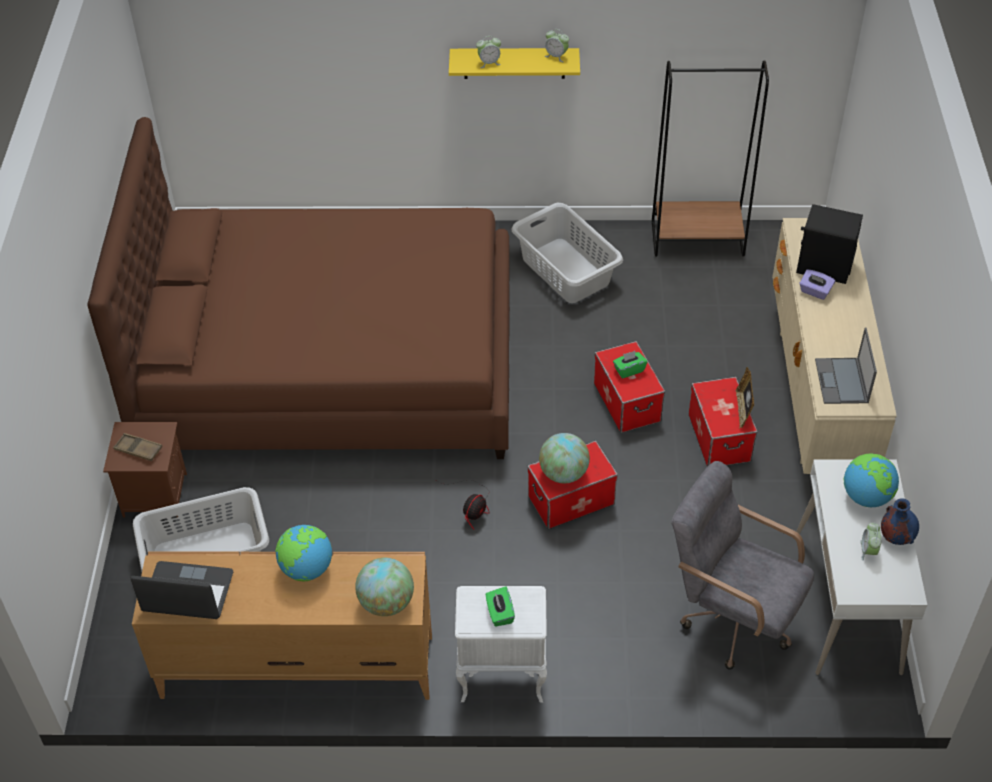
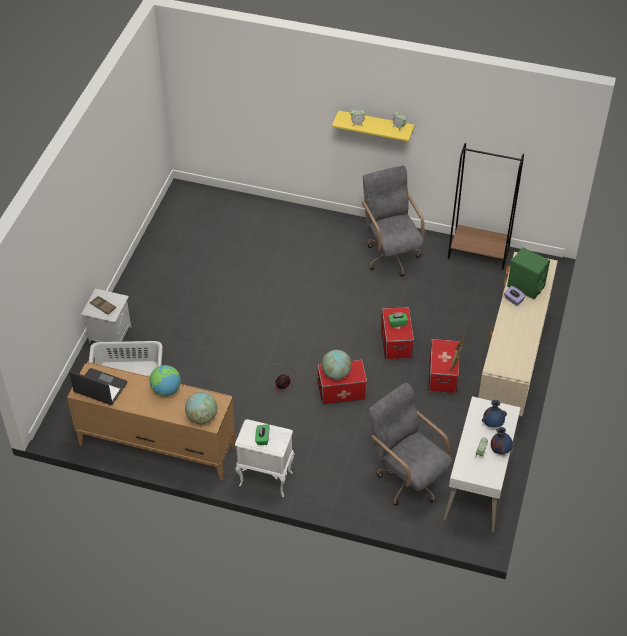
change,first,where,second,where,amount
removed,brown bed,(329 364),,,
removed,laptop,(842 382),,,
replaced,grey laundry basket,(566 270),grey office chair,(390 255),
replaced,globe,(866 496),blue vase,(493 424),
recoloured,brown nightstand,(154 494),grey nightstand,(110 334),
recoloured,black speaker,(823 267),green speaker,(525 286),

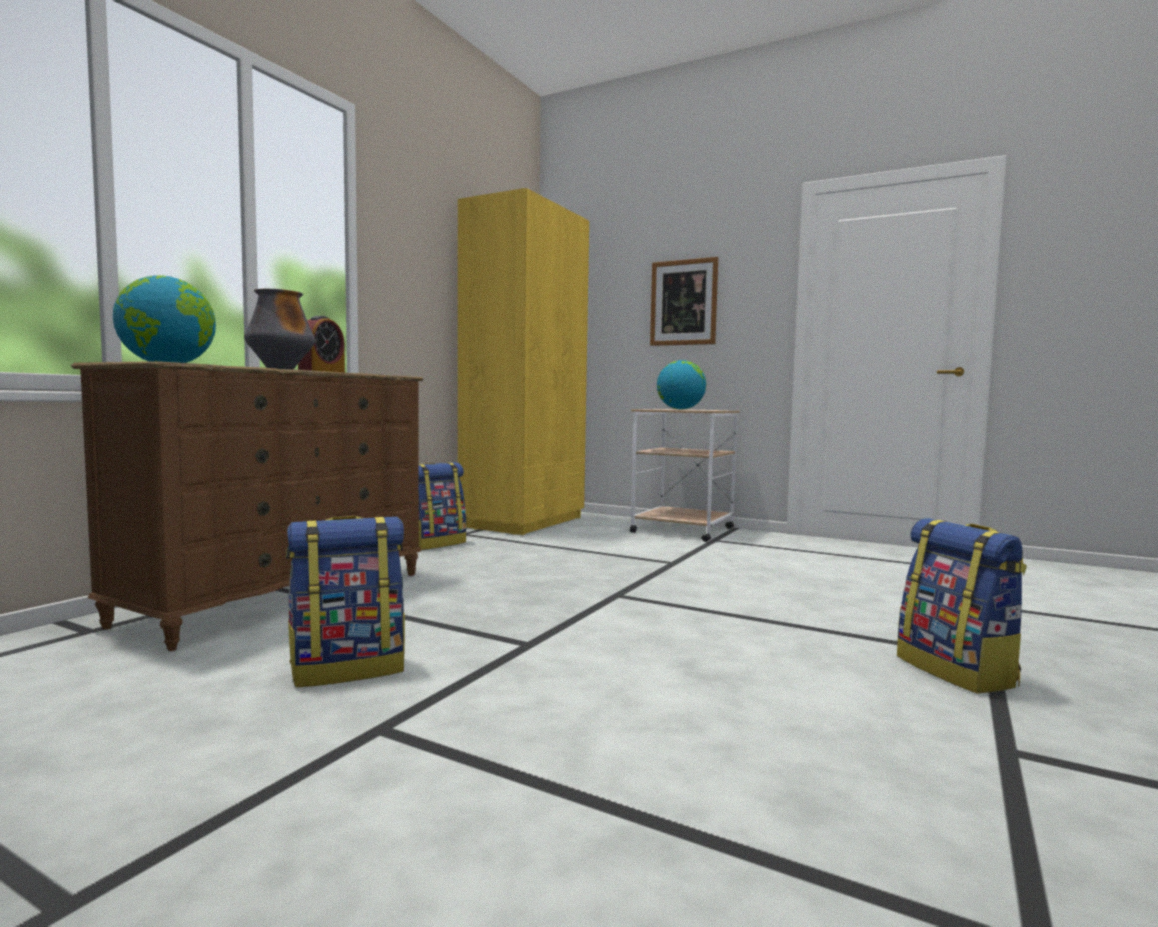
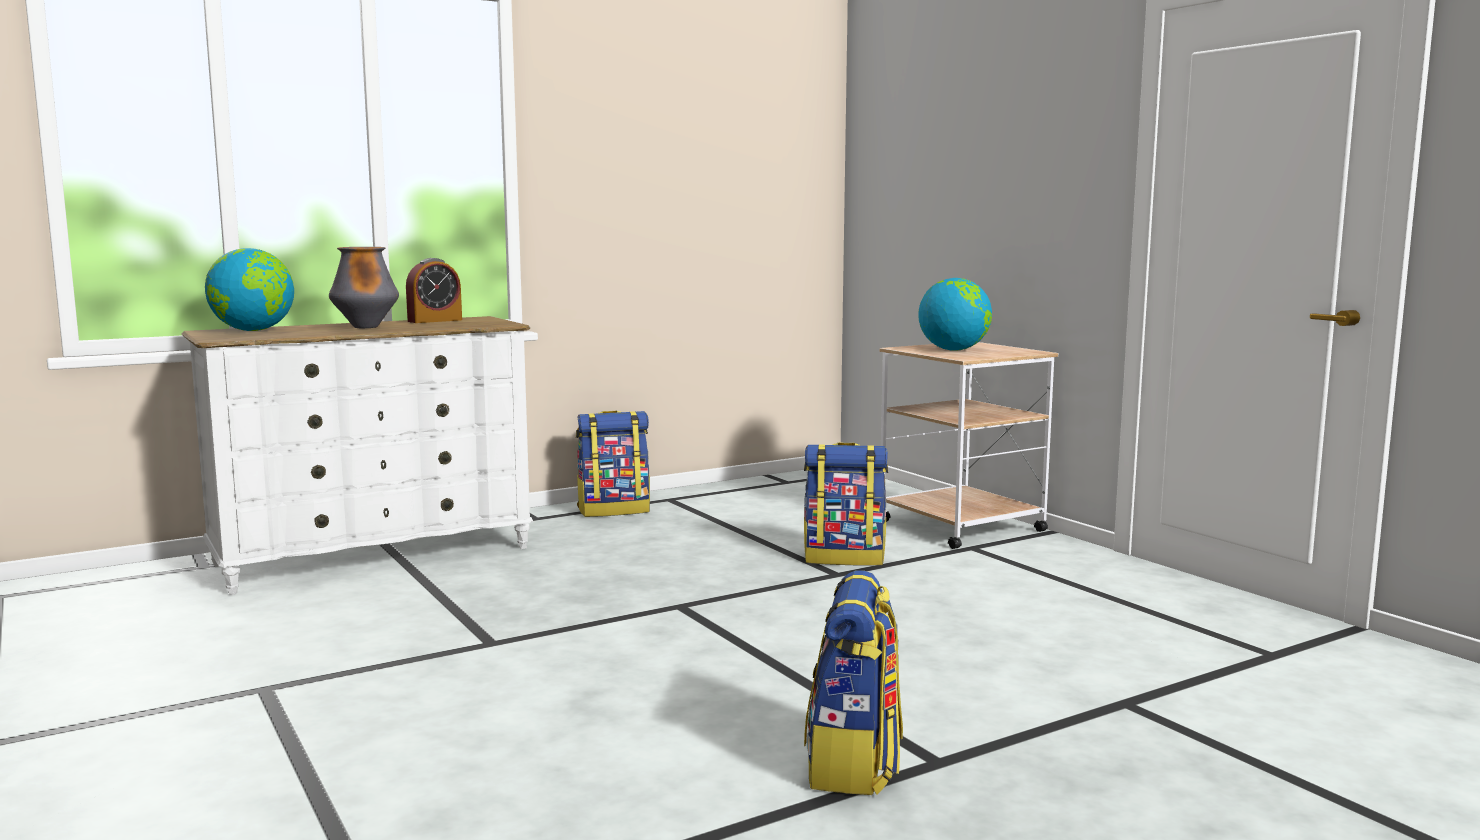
change,first,where,second,where,amount
removed,yellow wardrobe,(525 522),,,
removed,picture,(683 302),,,
moved,backpack,(349 669),,(845 558),
recoloured,brown dresser,(282 597),white dresser,(375 556),

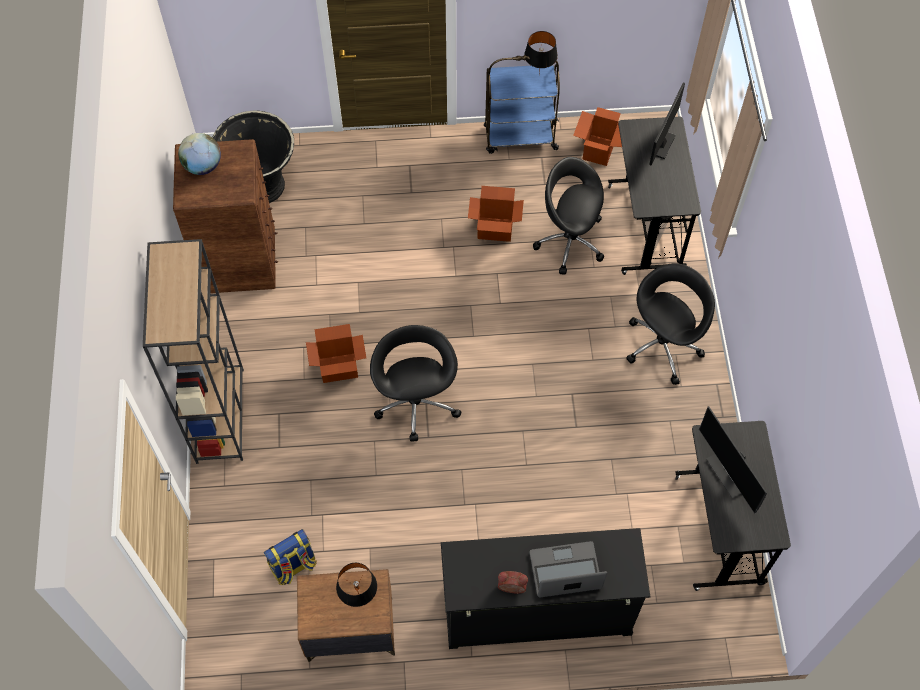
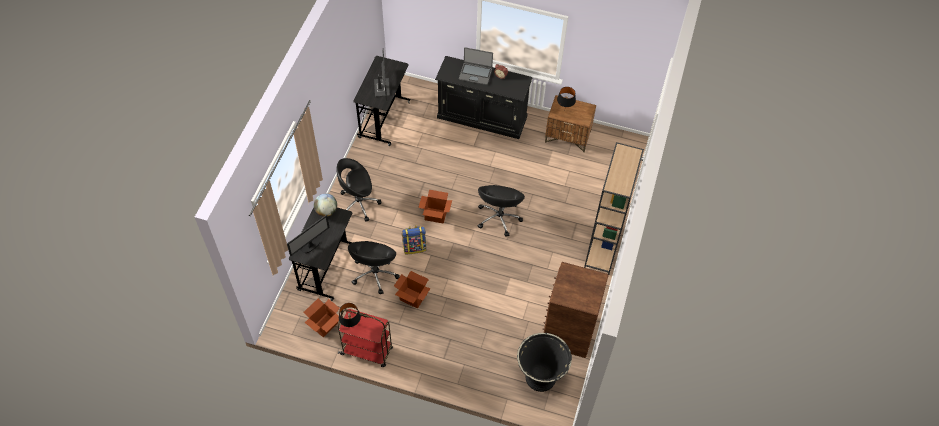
change,first,where,second,where,amount
moved,globe,(203 166),,(326 211),
moved,backpack,(293 566),,(414 247),
moved,cardboard box,(339 368),,(435 215),
recoloured,blue cart,(519 138),red cart,(367 352),
turned,black office chair,(569 241),,(374 275),60 degrees clockwise

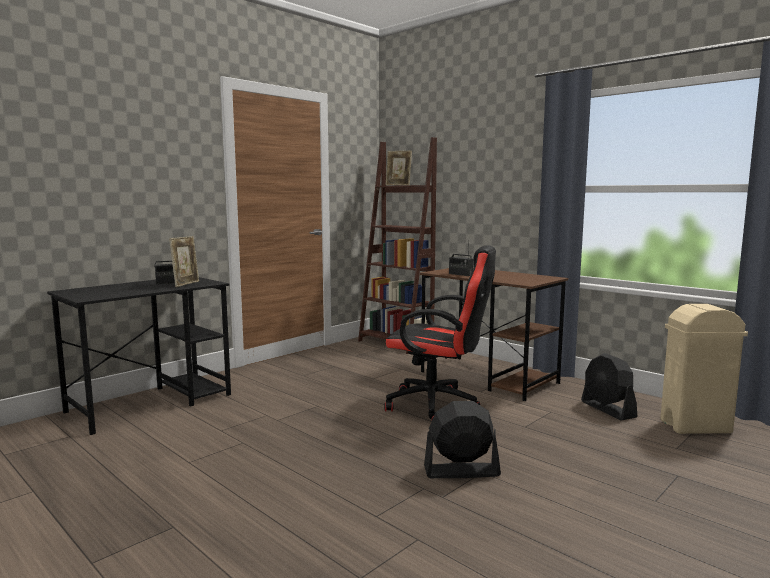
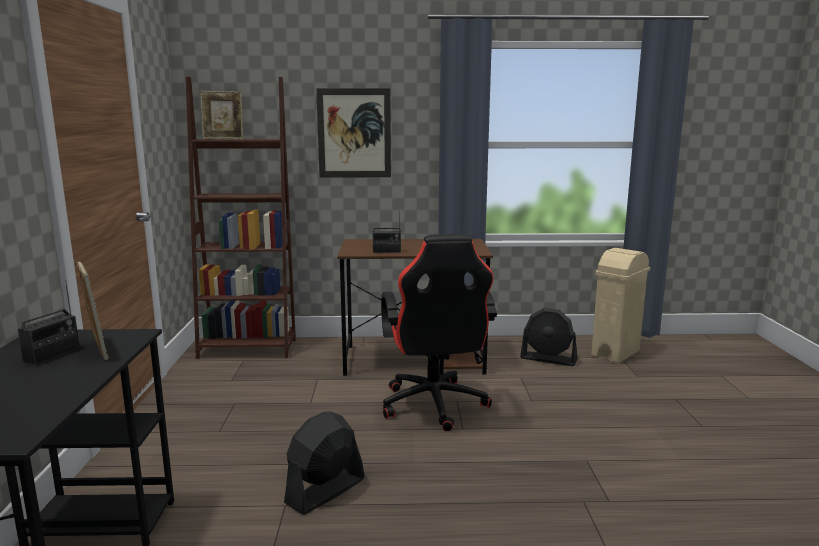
change,first,where,second,where,amount
added,,,picture,(354 133),
moved,black fan,(461 471),,(325 491),
turned,black office chair,(439 406),,(434 409),105 degrees clockwise

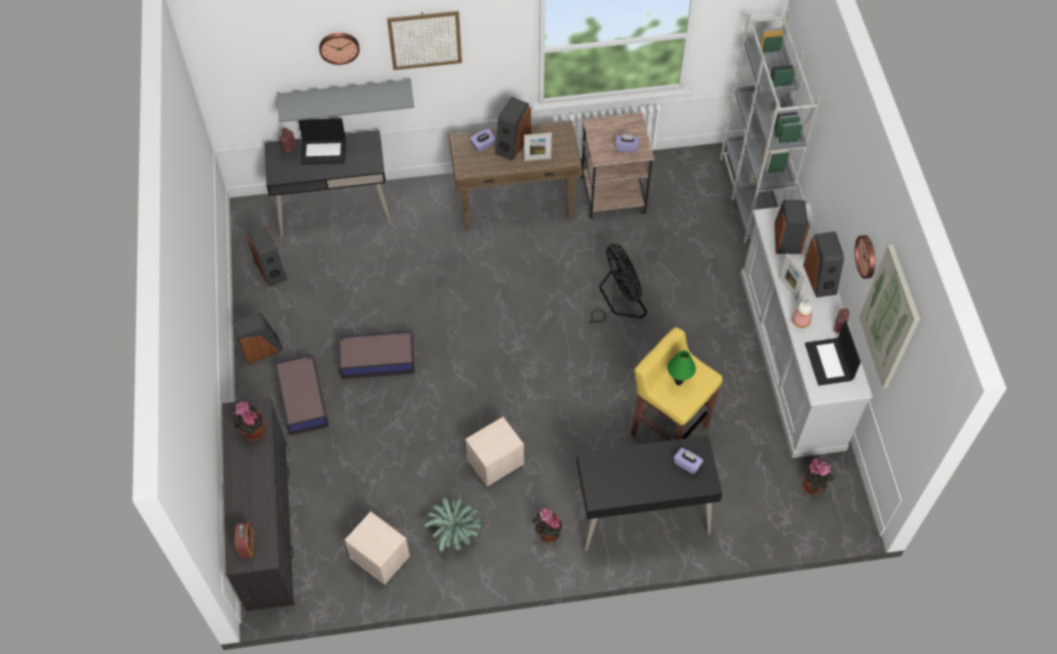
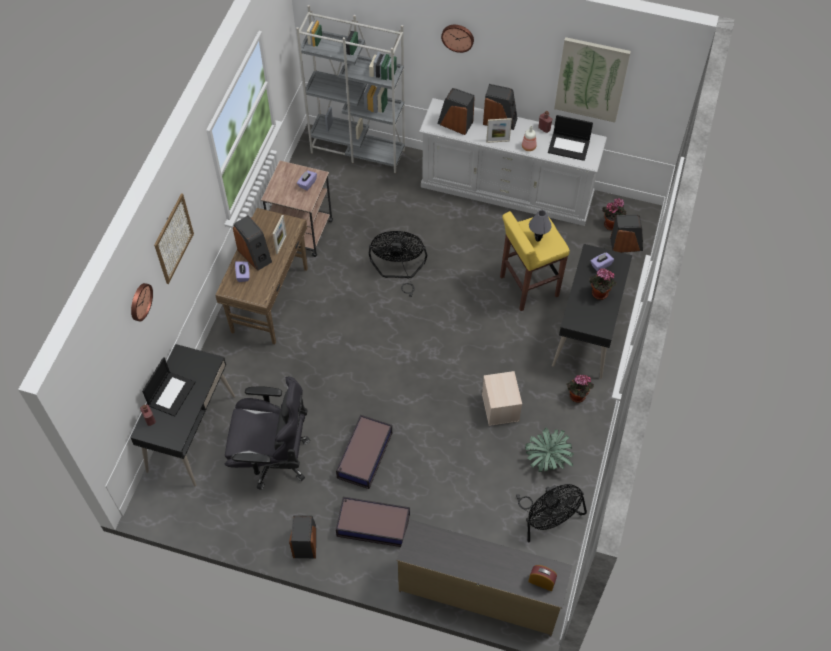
change,first,where,second,where,amount
removed,grey shelf,(345 96),,,
added,,,black office chair,(271 458),
moved,potted plant,(253 432),,(598 294),
moved,speaker,(271 269),,(626 244),
moved,wall clock,(867 256),,(458 37),
replaced,beige storage box,(380 556),black fan,(546 518),
recoloured,green table lamp,(678 382),grey table lamp,(538 239),

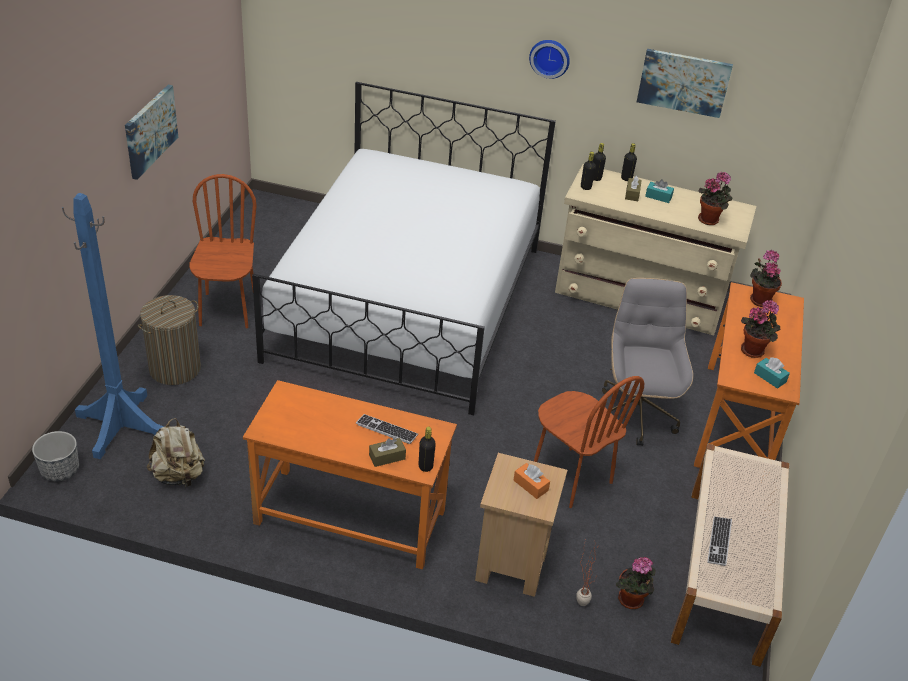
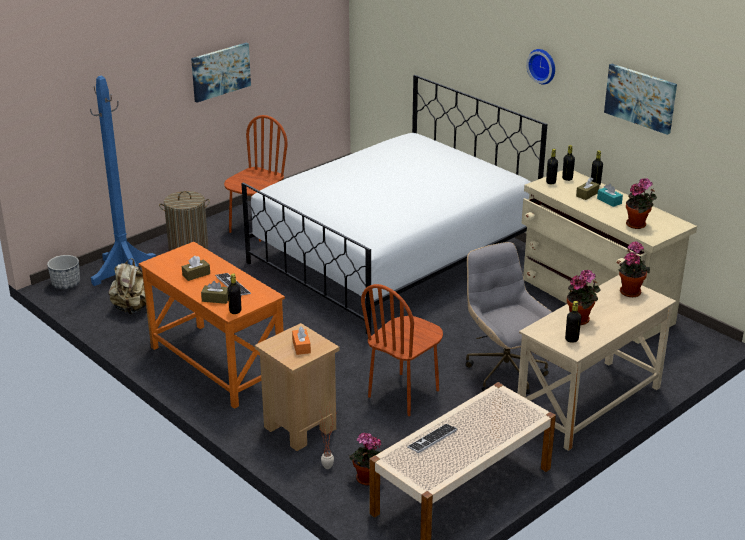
change,first,where,second,where,amount
added,,,brown tissue box,(196 274),
replaced,turquoise tissue box,(770 377),black bottle,(571 339),
recoloured,orange desk,(736 421),beige desk,(589 404),
turned,brown chair,(571 477),,(404 394),45 degrees clockwise
turned,grey office chair,(635 413),,(504 372),60 degrees counterclockwise

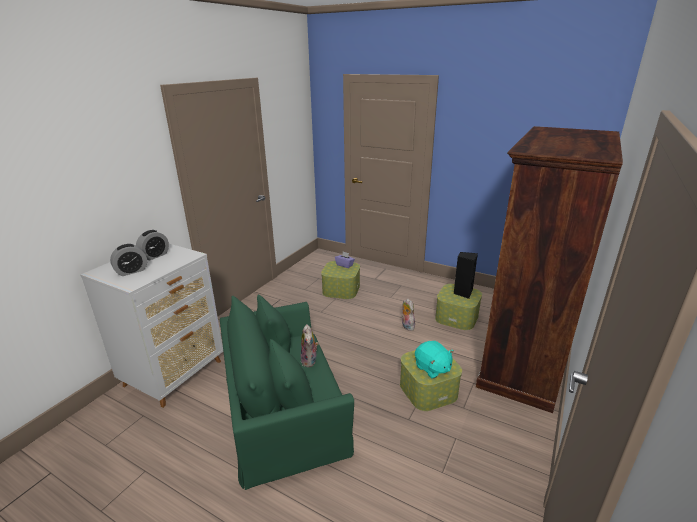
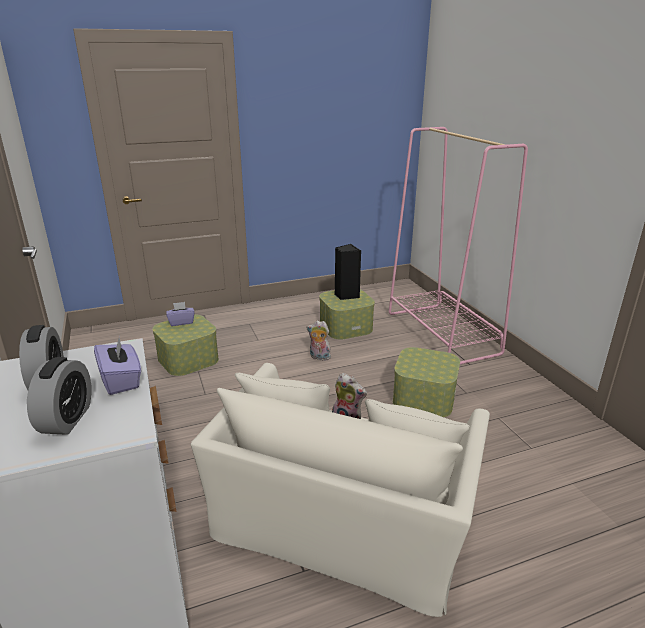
change,first,where,second,where,amount
removed,turquoise plush toy,(432 368),,,
added,,,purple tissue box,(121 380),
replaced,brown wardrobe,(522 360),pink clothes rack,(442 333),
recoloured,green armchair,(283 410),beige armchair,(343 513),

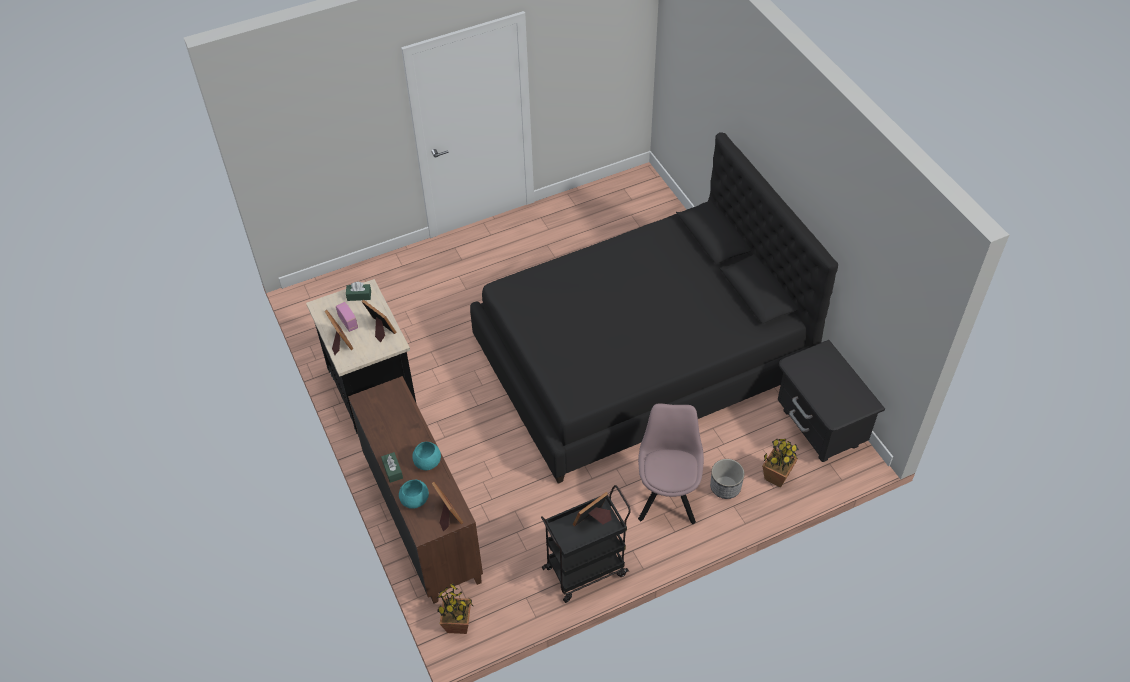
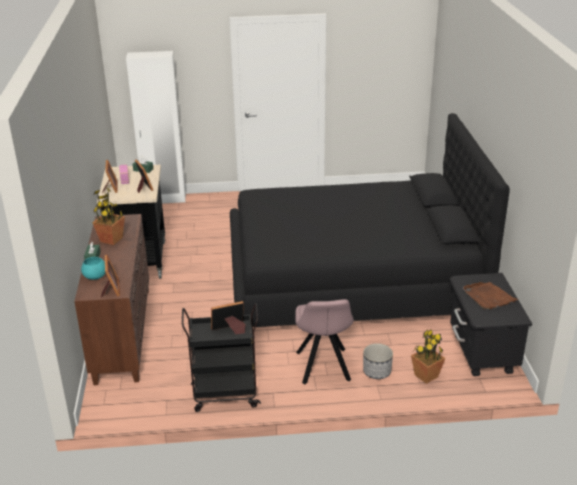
change,first,where,second,where,amount
removed,turquoise bowl,(427 462),,,
added,,,white wardrobe,(164 199),
added,,,brown tray,(488 297),
moved,potted plant,(458 624),,(111 239),
turned,pink chair,(667 497),,(323 366),150 degrees clockwise

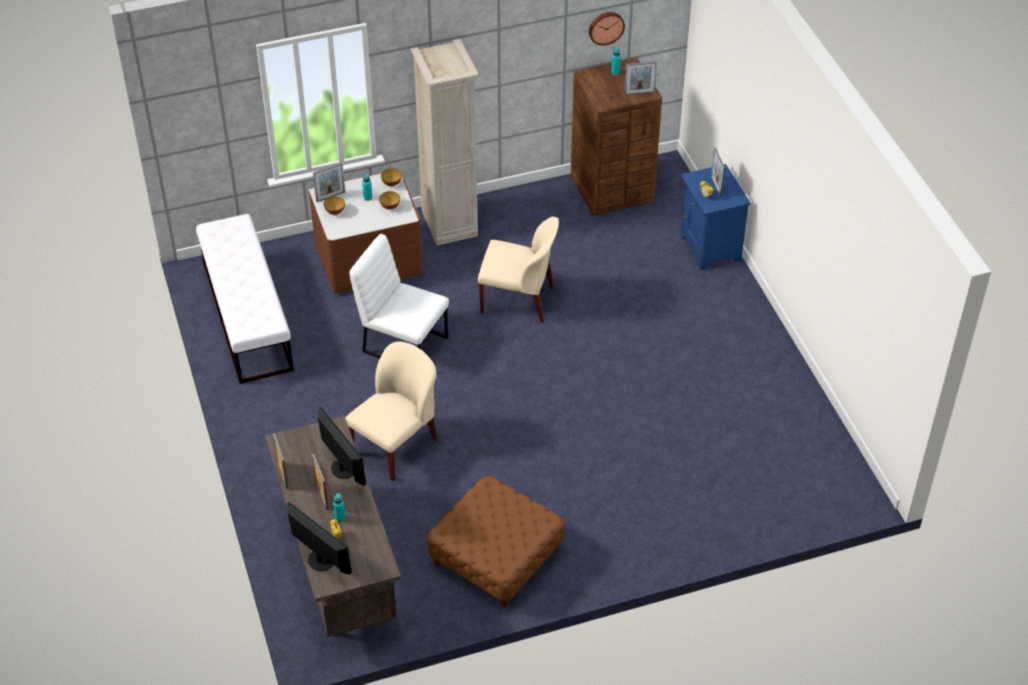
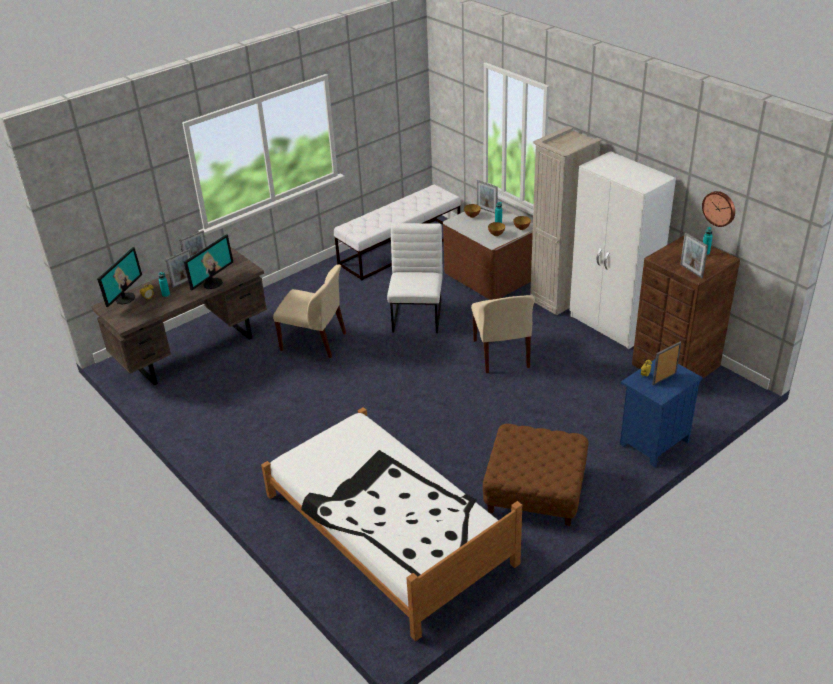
change,first,where,second,where,amount
added,,,white bed,(388 528),
added,,,white wardrobe,(612 325),
moved,brown ottoman,(495 557),,(535 489),

